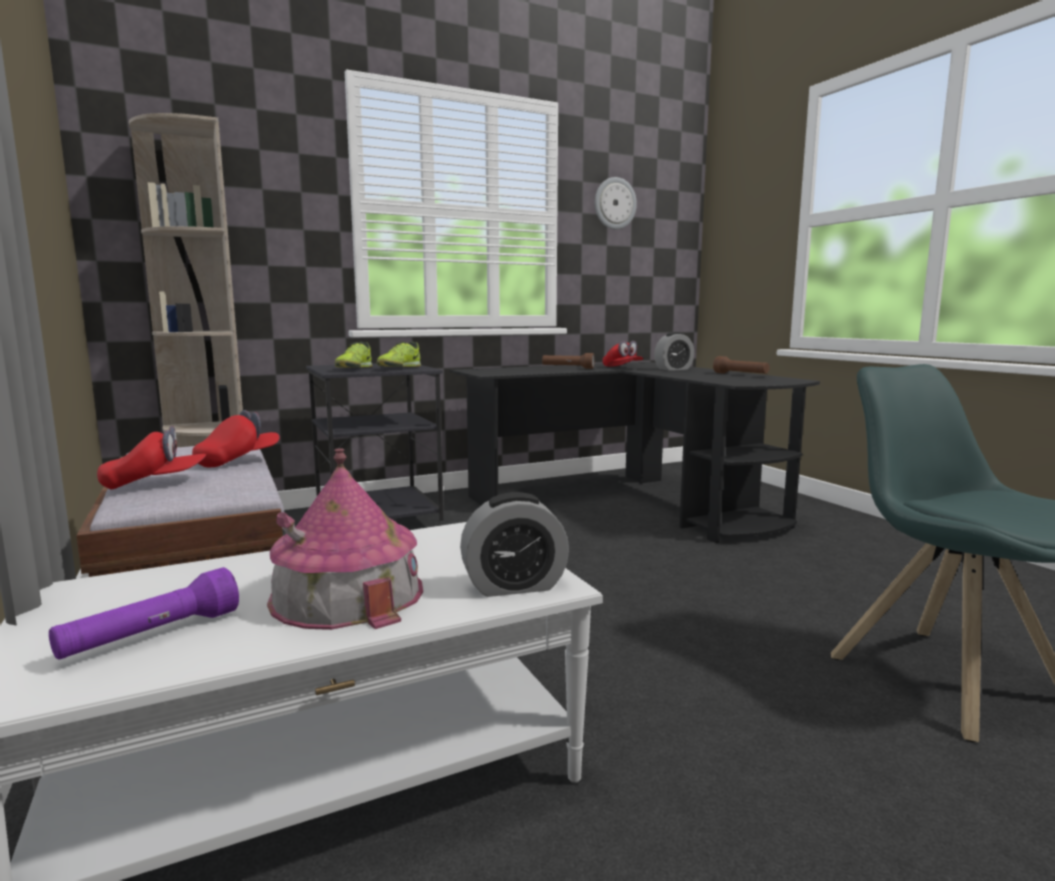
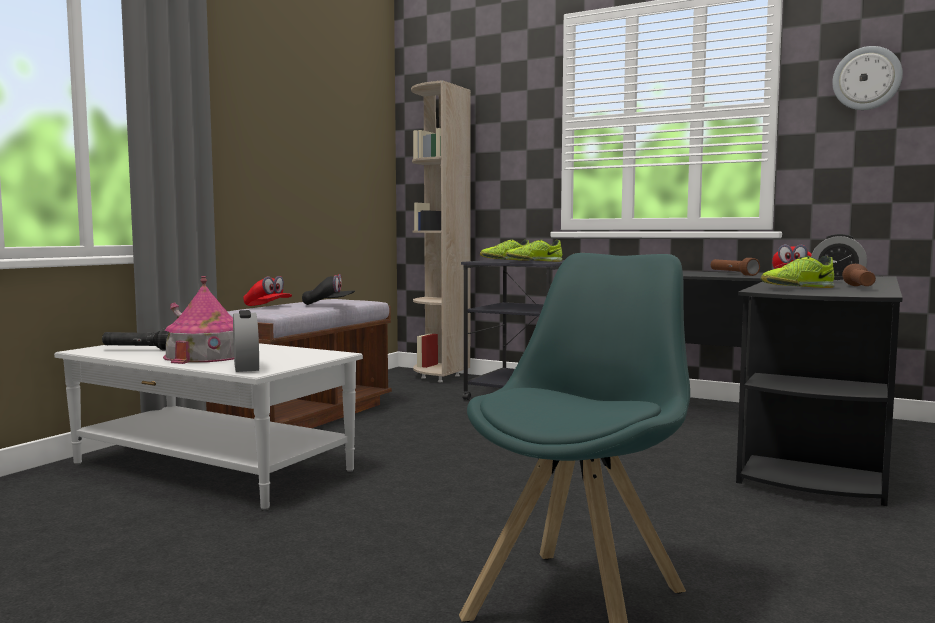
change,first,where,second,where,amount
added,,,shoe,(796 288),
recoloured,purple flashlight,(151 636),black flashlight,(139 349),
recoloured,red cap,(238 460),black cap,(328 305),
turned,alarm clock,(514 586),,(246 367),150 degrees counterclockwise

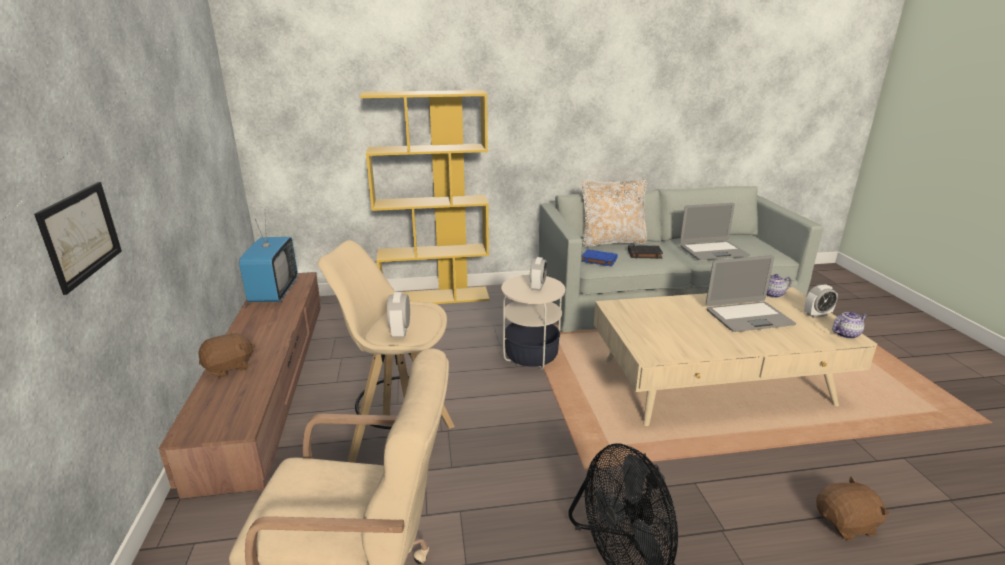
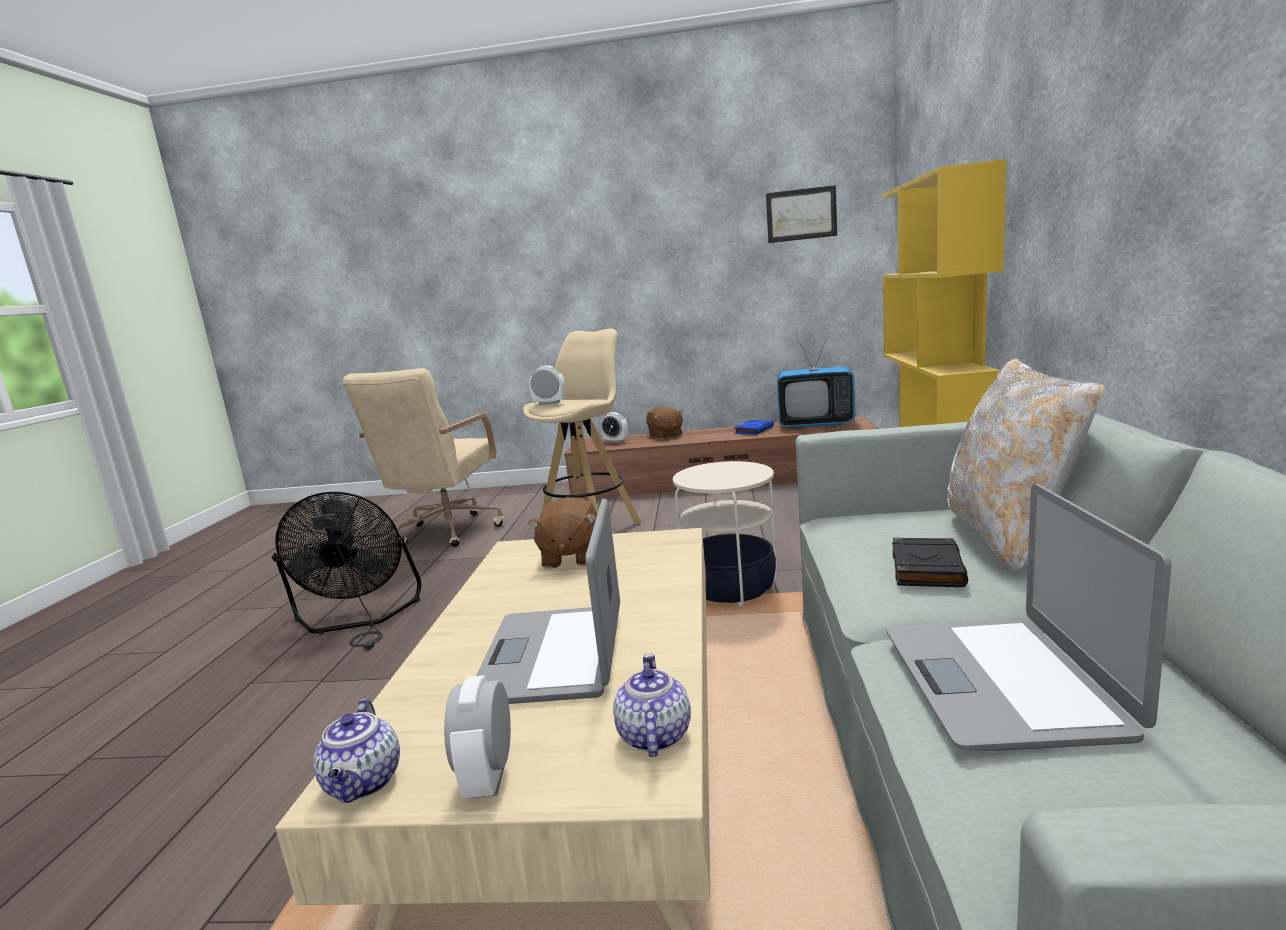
change,first,where,second,where,amount
moved,picture,(81 235),,(801 214),
moved,alarm clock,(537 286),,(615 441),
moved,blue book,(598 260),,(754 430),
moved,brown plush toy,(846 524),,(570 557),

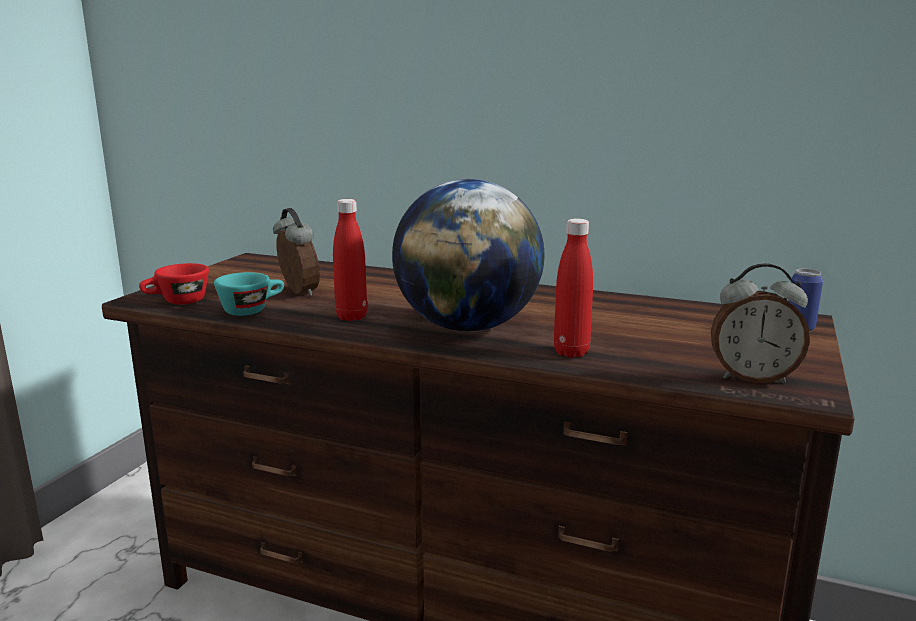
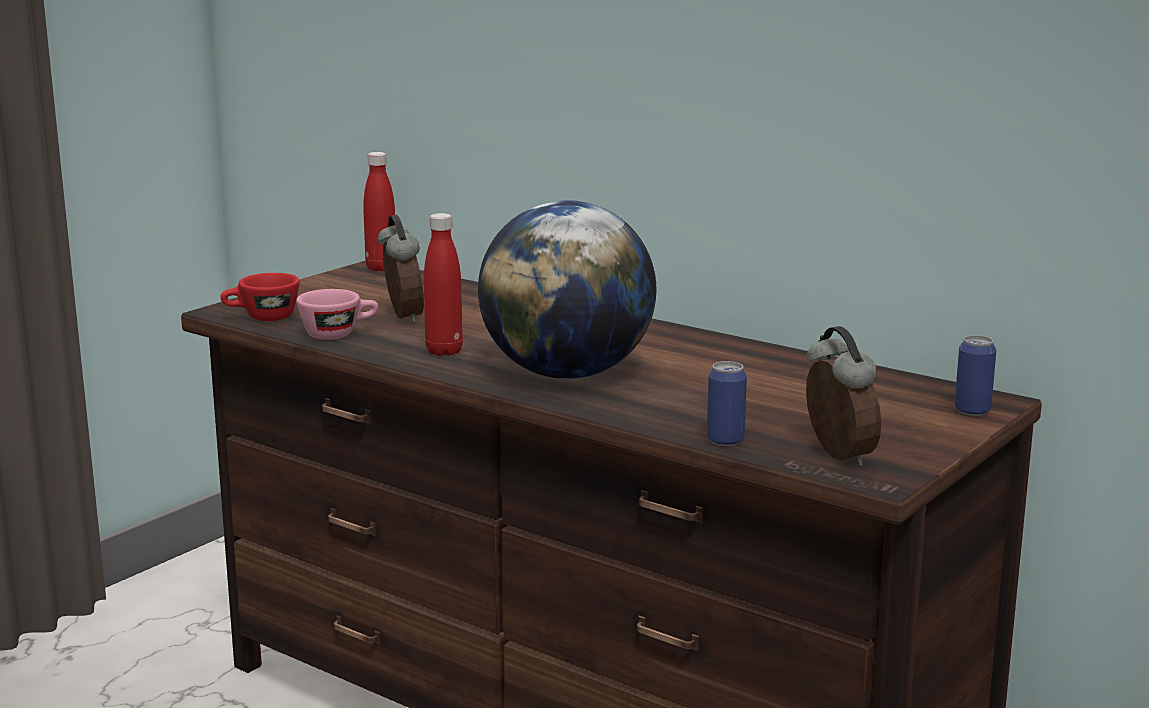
change,first,where,second,where,amount
added,,,can,(725 440),
moved,red bottle,(571 352),,(381 268),
recoloured,turquoise cup,(252 310),pink cup,(339 334),
turned,alarm clock,(752 377),,(836 456),135 degrees counterclockwise

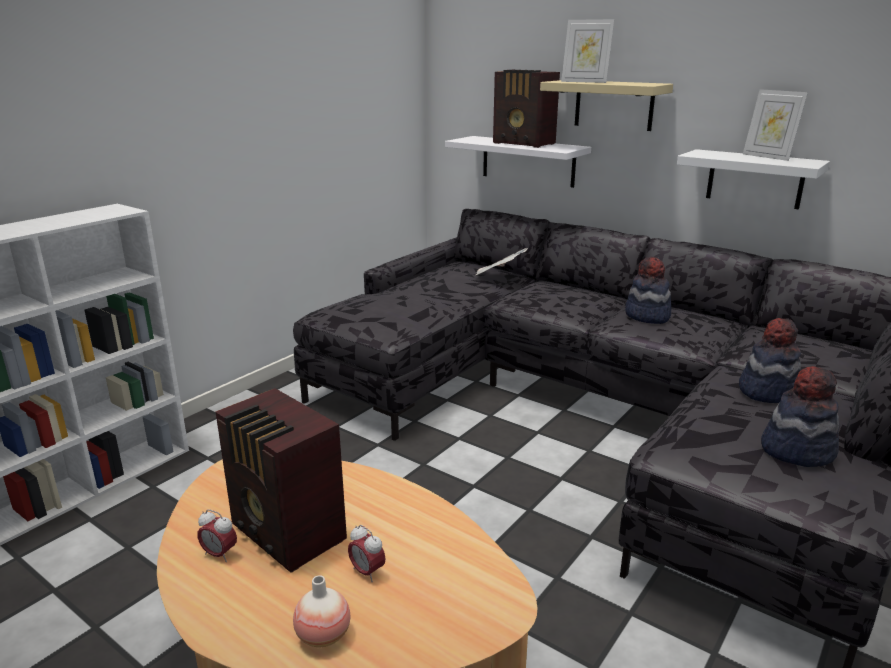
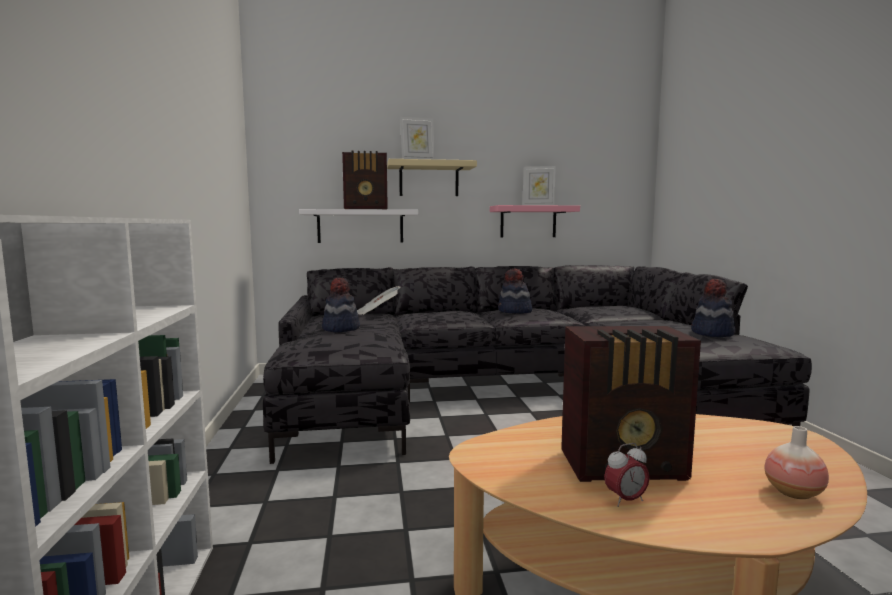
change,first,where,second,where,amount
removed,alarm clock,(367 572),,,
moved,hat,(767 391),,(340 328),
recoloured,white shelf,(755 179),pink shelf,(528 221),

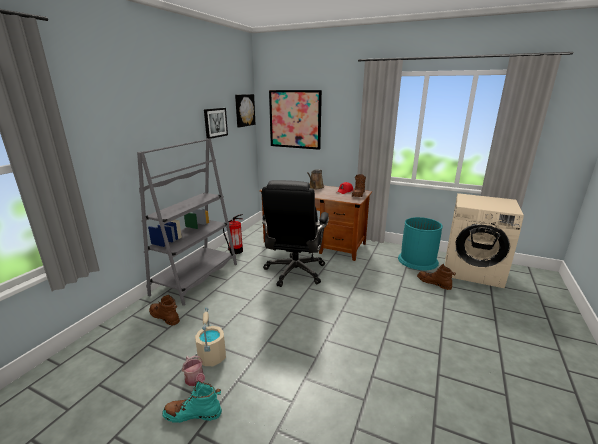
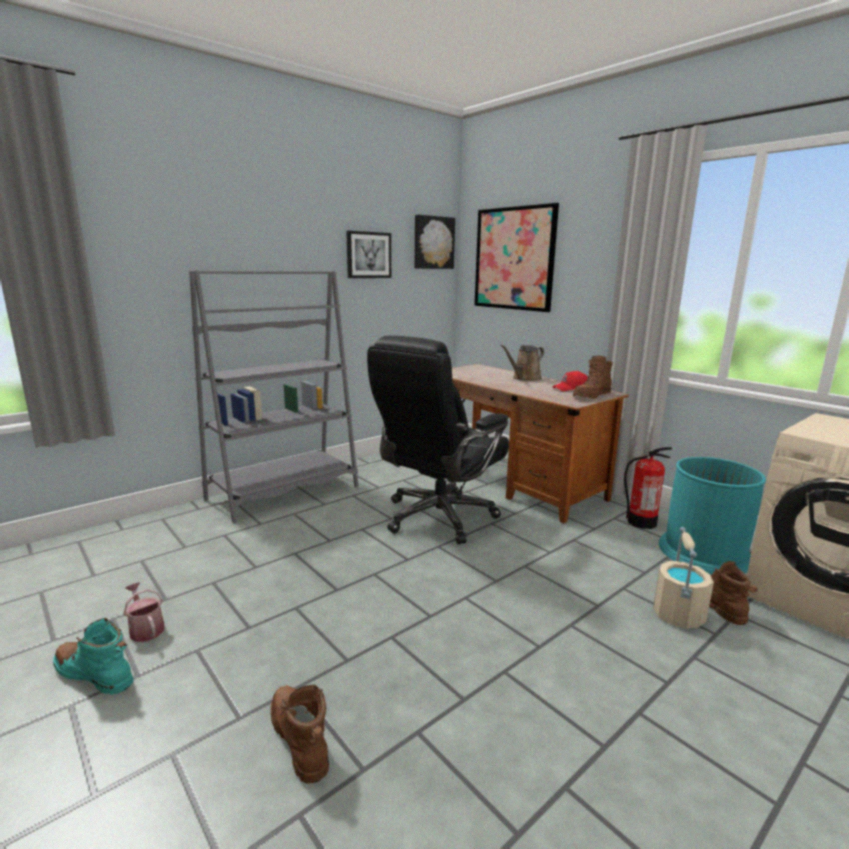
change,first,where,second,where,amount
moved,brown boot,(165 317),,(300 739),
moved,beige bucket,(212 356),,(677 614),
moved,fire extinguisher,(236 251),,(641 522),
turned,watering can,(195 380),,(145 628),150 degrees clockwise

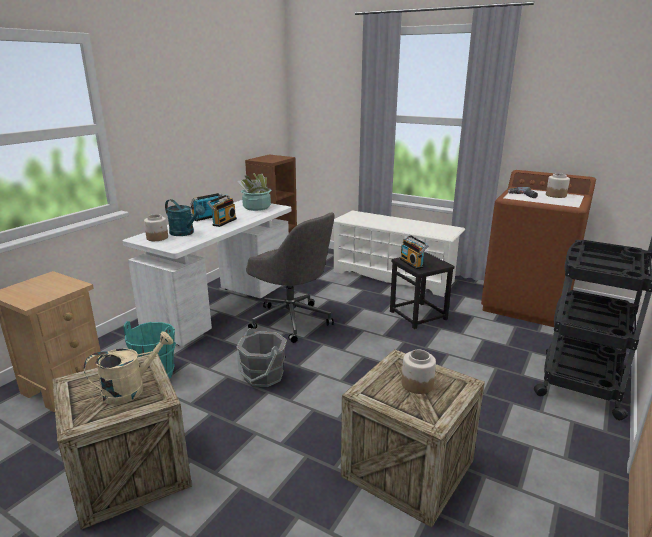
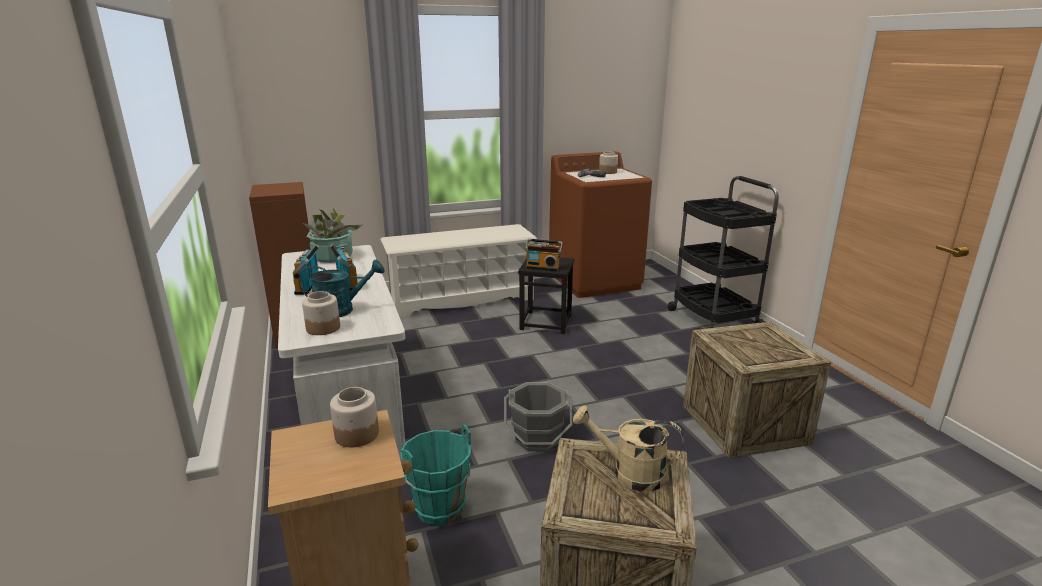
change,first,where,second,where,amount
removed,grey office chair,(292 321),,,
moved,jar,(417 384),,(356 434),
turned,beige watering can,(131 389),,(629 473),75 degrees counterclockwise

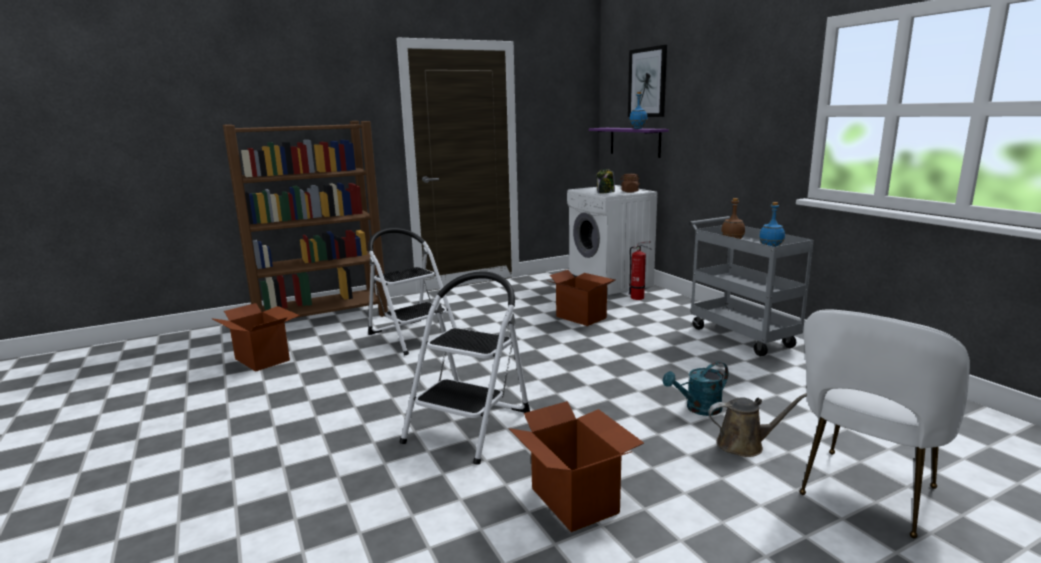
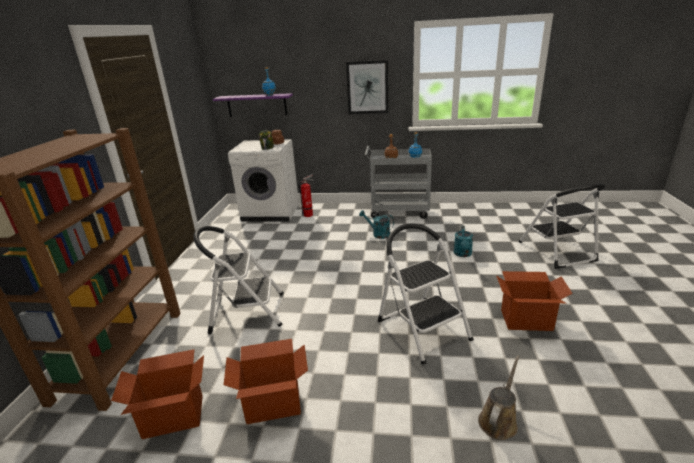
change,first,where,second,where,amount
added,,,turquoise watering can,(378 234),
moved,cardboard box,(581 317),,(273 403),
moved,picture,(647 82),,(367 87),
moved,brown watering can,(744 444),,(498 420),
replaced,white chair,(863 496),step ladder,(557 252),

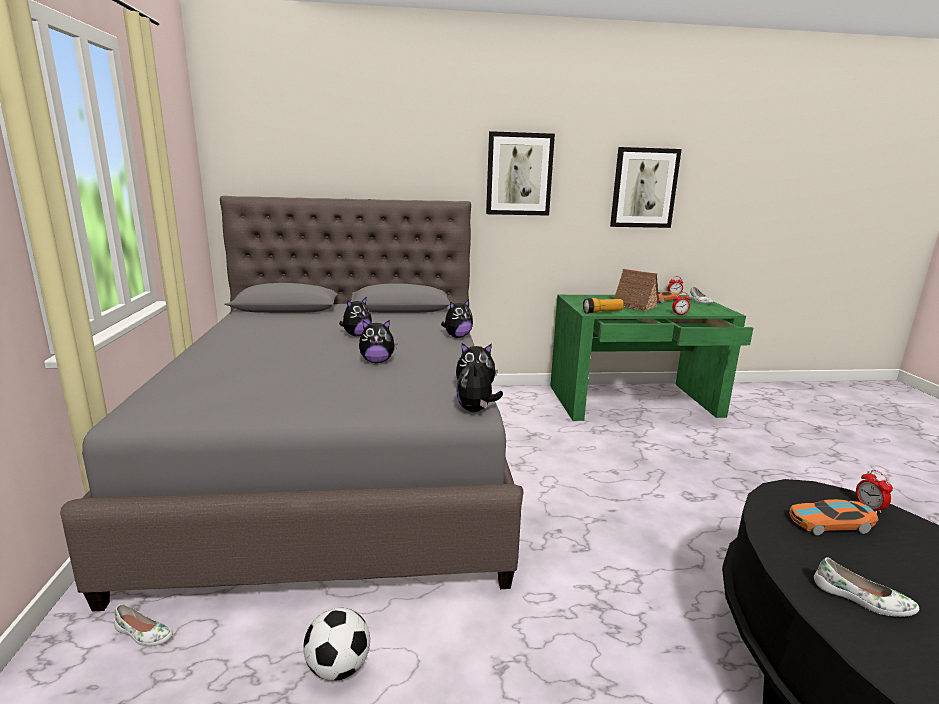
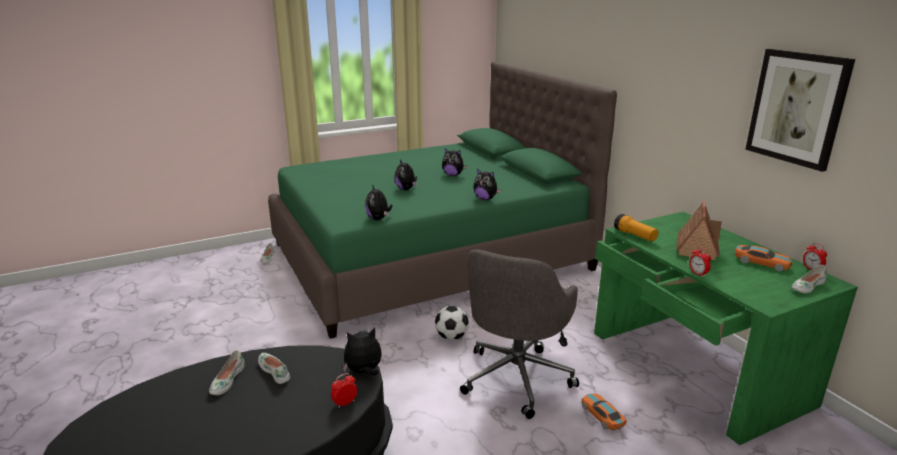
change,first,where,second,where,amount
removed,picture,(519 174),,,
added,,,white shoe,(275 371),
added,,,grey office chair,(516 379),
moved,football,(338 668),,(451 337),
moved,plush toy,(476 410),,(364 372),
moved,toy car,(830 524),,(602 415),
recoloured,grey bed,(340 462),green bed,(430 256),

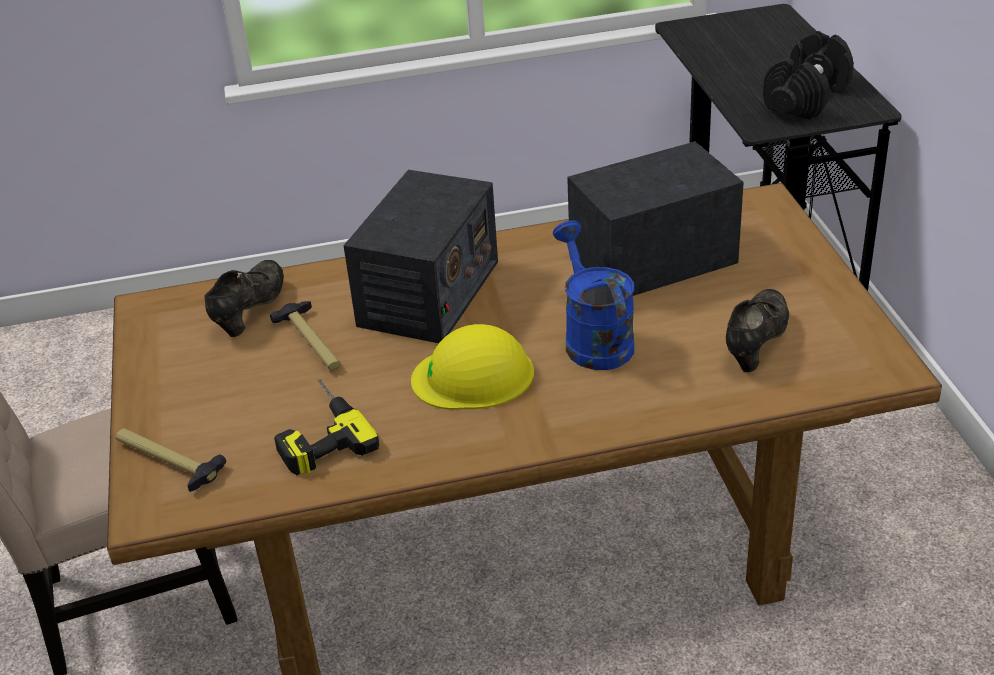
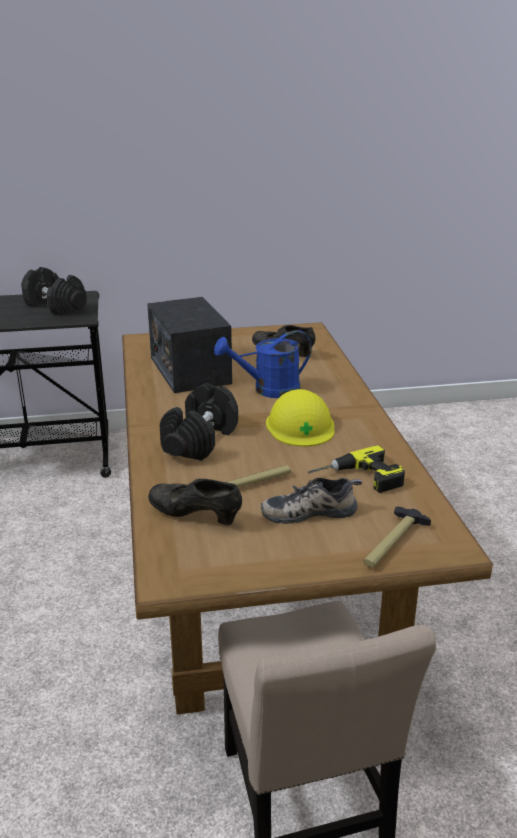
change,first,where,second,where,amount
added,,,shoe,(309 511),
replaced,radio,(428 294),black dumbbell,(200 440),

